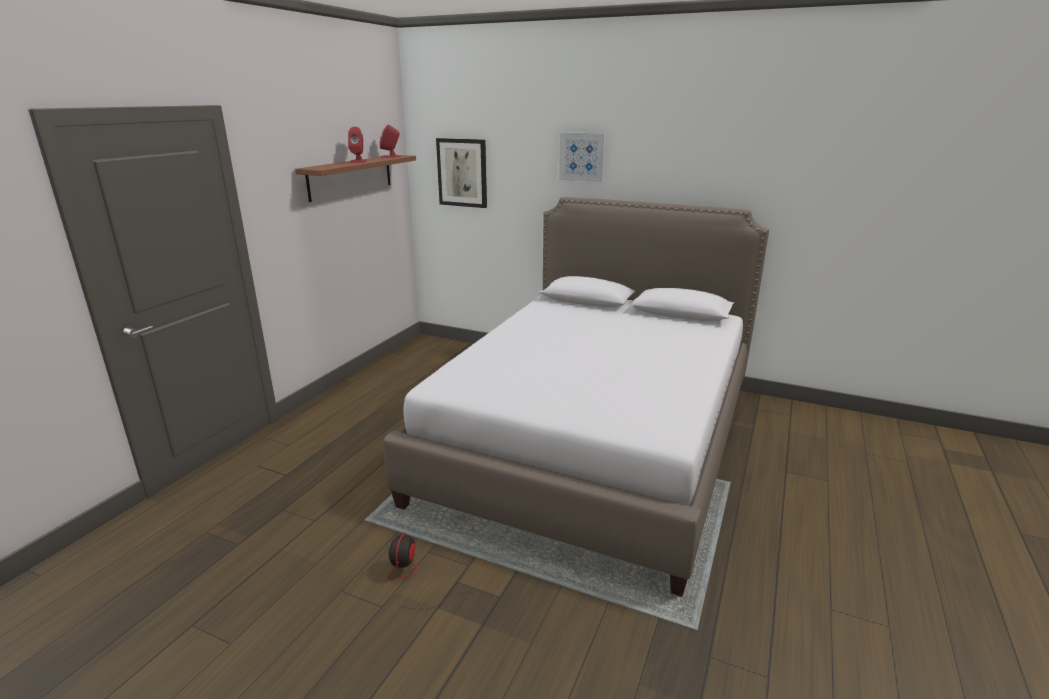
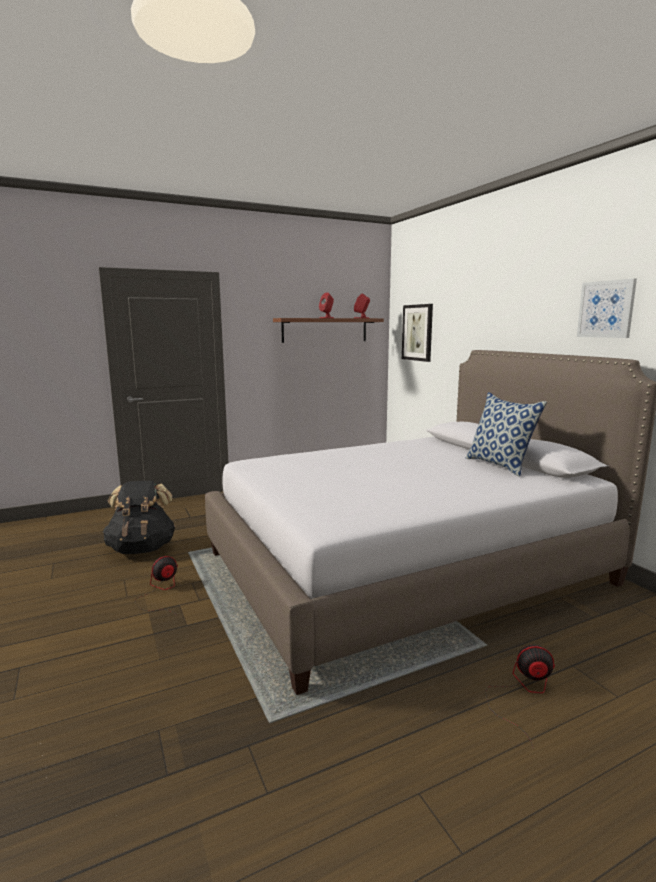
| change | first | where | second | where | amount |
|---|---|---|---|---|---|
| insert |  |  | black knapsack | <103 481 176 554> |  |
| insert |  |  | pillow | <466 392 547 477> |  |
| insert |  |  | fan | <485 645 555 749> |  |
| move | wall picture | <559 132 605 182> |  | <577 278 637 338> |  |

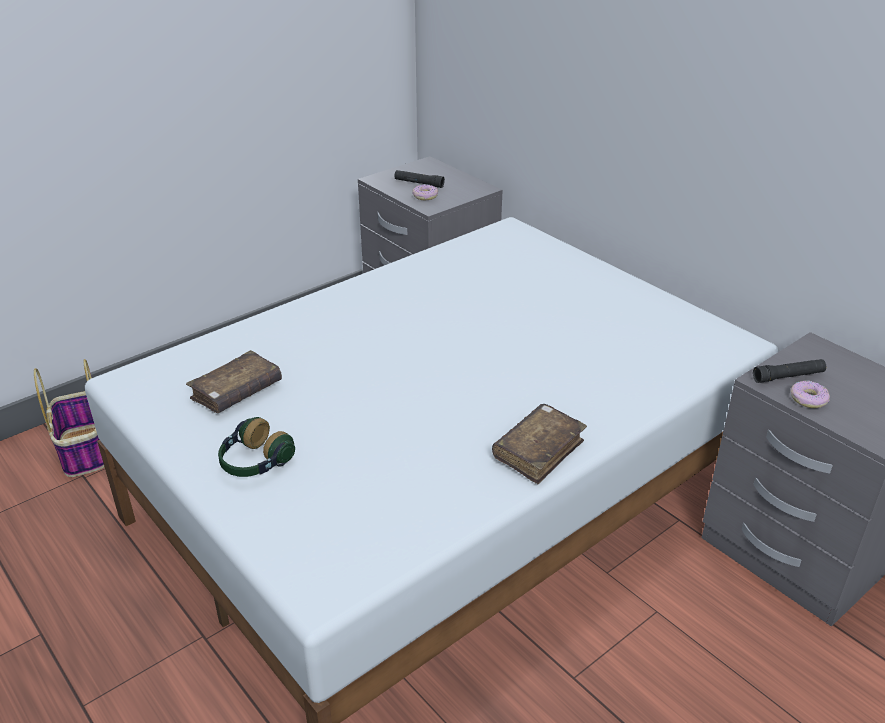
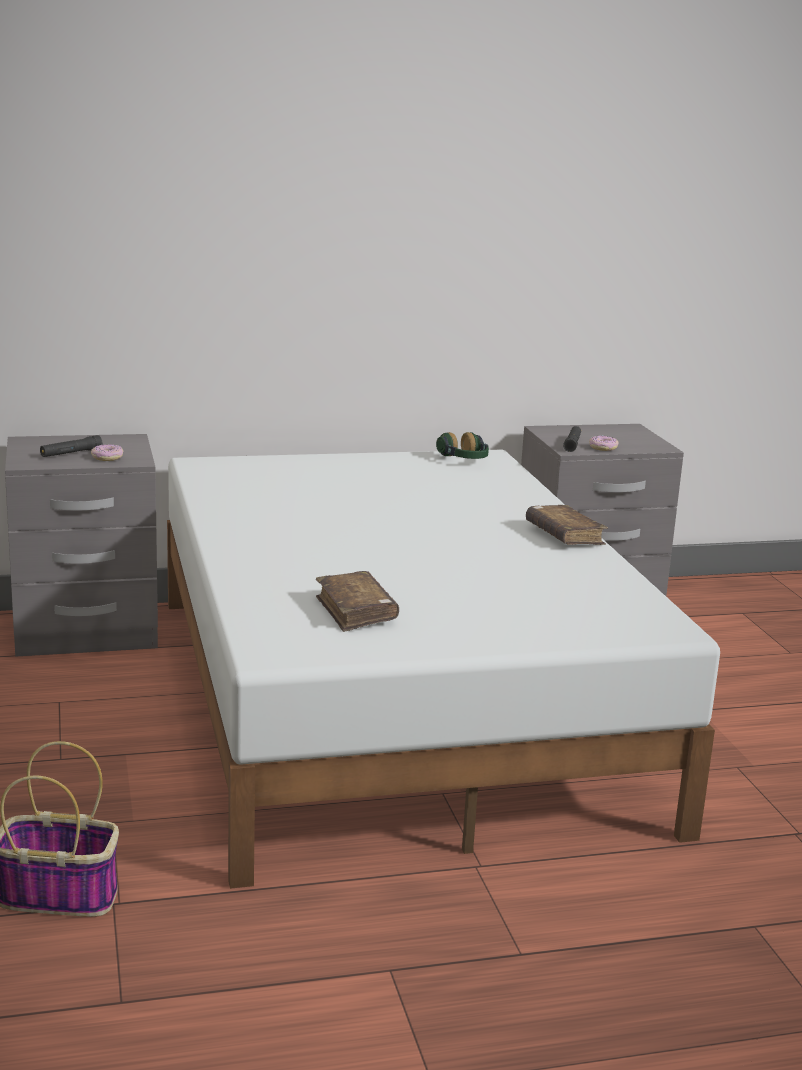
| change | first | where | second | where | amount |
|---|---|---|---|---|---|
| move | headset | <218 417 295 477> |  | <436 432 489 459> |  |

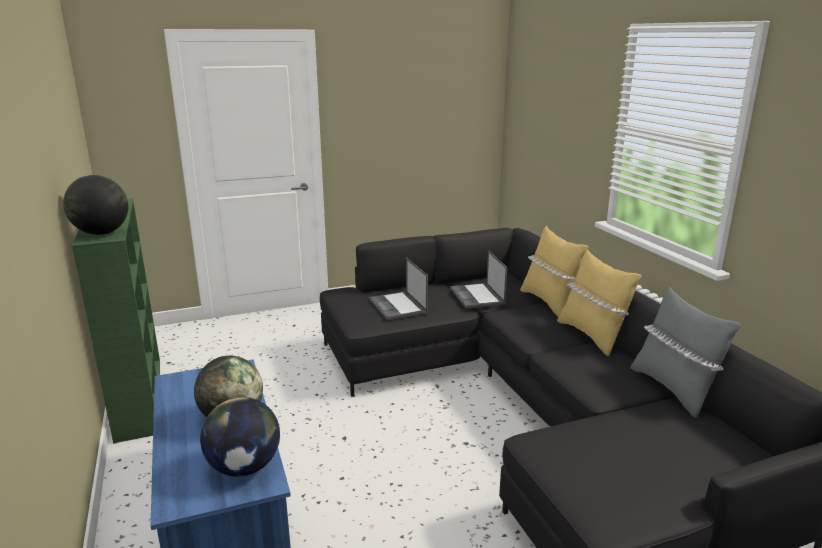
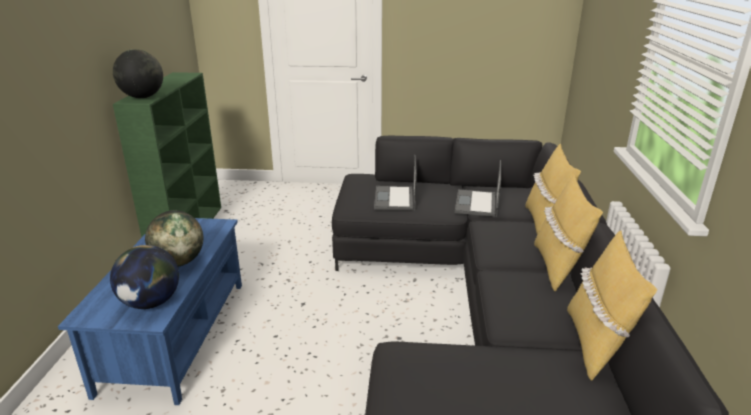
| change | first | where | second | where | amount |
|---|---|---|---|---|---|
| recolor | greyish pillow | <630 287 741 418> | yellow-coloured pillow | <567 231 657 381> |  |

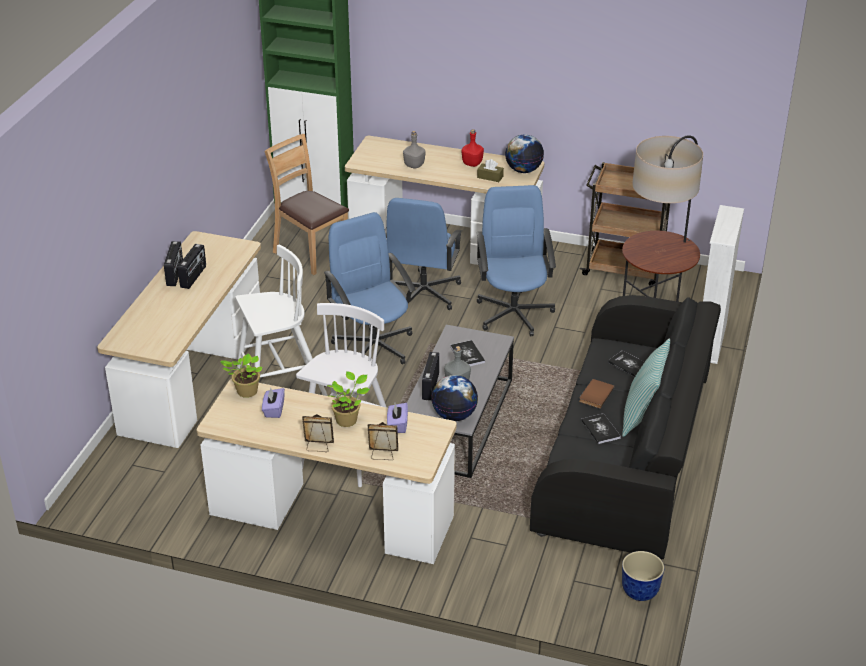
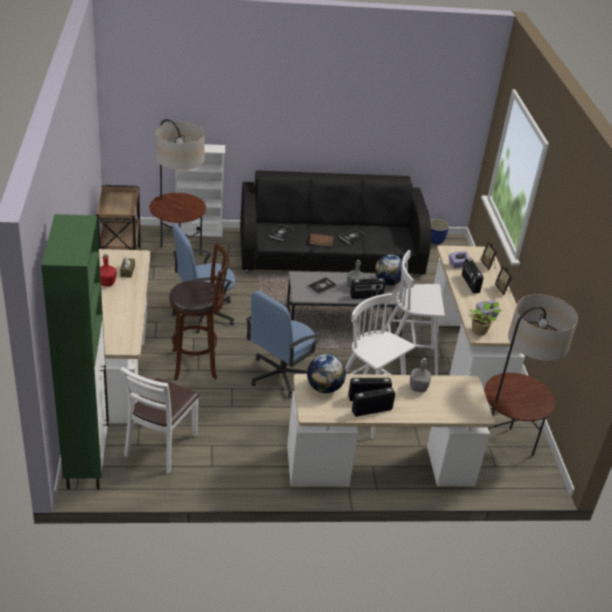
| change | first | where | second | where | amount |
|---|---|---|---|---|---|
| delete | pillow | <622 339 670 437> |  |  |  |
| insert |  |  | standard lamp | <484 294 578 456> |  |
| move | greyish drink bottle | <403 131 426 169> |  | <410 358 431 392> |  |
| move | world globe | <505 135 544 173> |  | <307 354 346 393> |  |
| replace | plant in a pot | <327 371 370 427> | radio receiver | <462 258 484 293> |  |
| replace | bluish desk chair | <385 198 462 310> | brown sitting stool | <169 242 230 380> |  |
| recolor | brown plain chair | <264 134 349 275> | white-coloured plain chair | <120 367 200 474> |  |

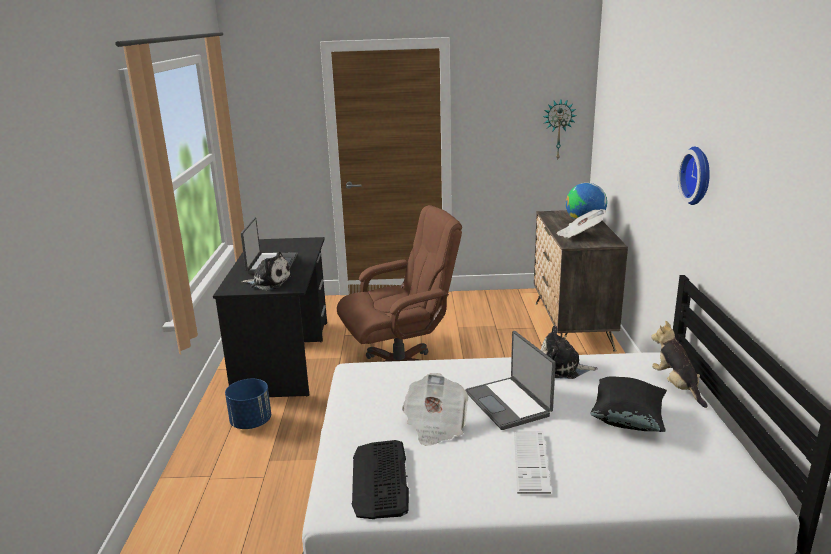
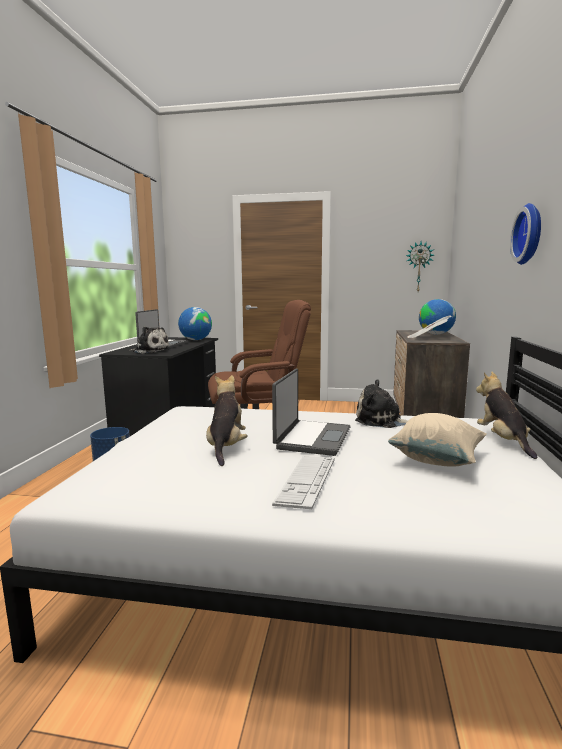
| change | first | where | second | where | amount |
|---|---|---|---|---|---|
| delete | keyboard | <351 440 409 519> |  |  |  |
| insert |  |  | world globe | <178 307 212 340> |  |
| replace | daily paper | <402 373 469 446> | plush toy | <206 375 248 466> |  |
| recolor | black pillow | <590 376 667 432> | beige pillow | <388 413 487 467> |  |
| rotate | portable computer | <465 331 556 430> |  | <272 369 351 456> | 150 degrees counterclockwise |

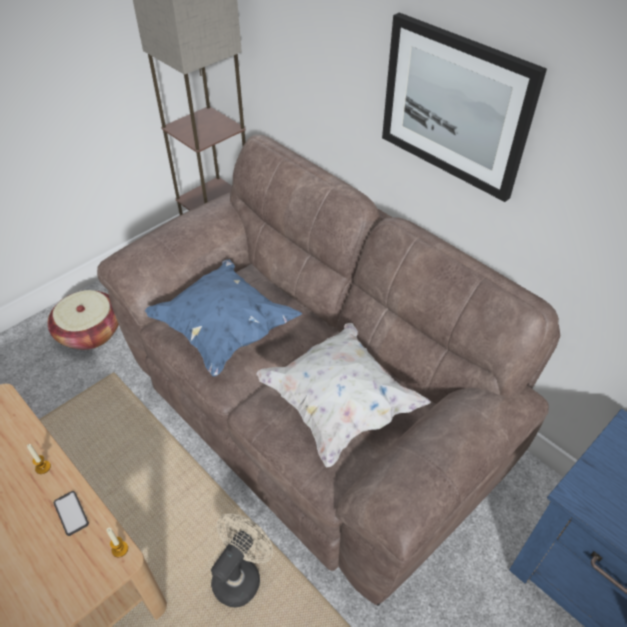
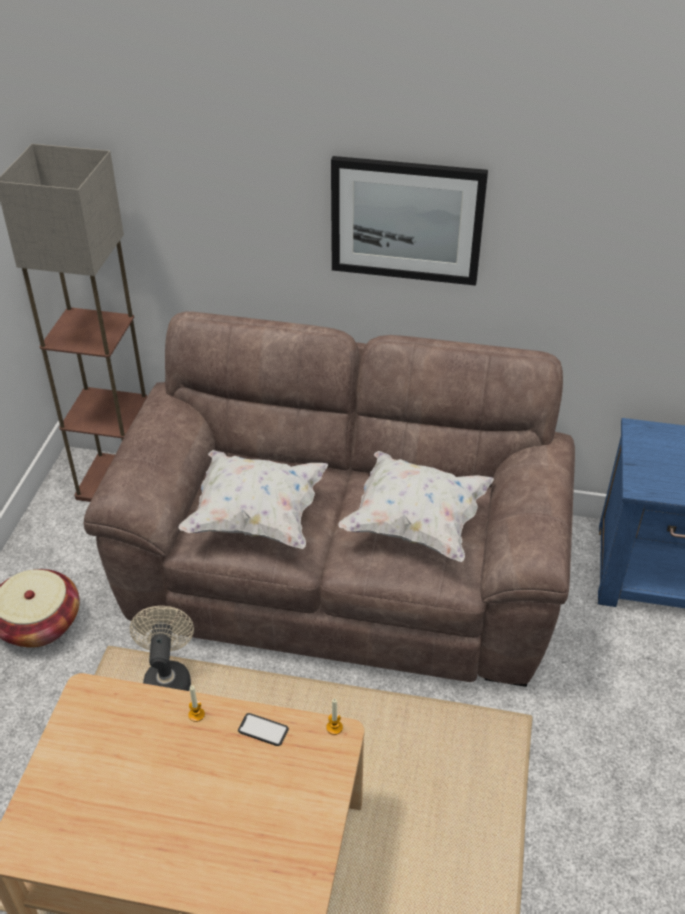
| change | first | where | second | where | amount |
|---|---|---|---|---|---|
| move | beige fan | <211 513 273 608> |  | <130 606 194 691> |  |
| recolor | bluish pillow | <145 260 302 377> | white-coloured pillow | <178 450 328 549> |  |

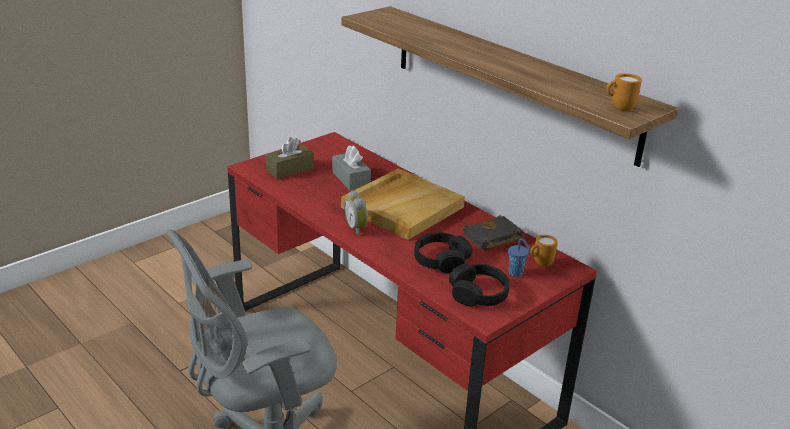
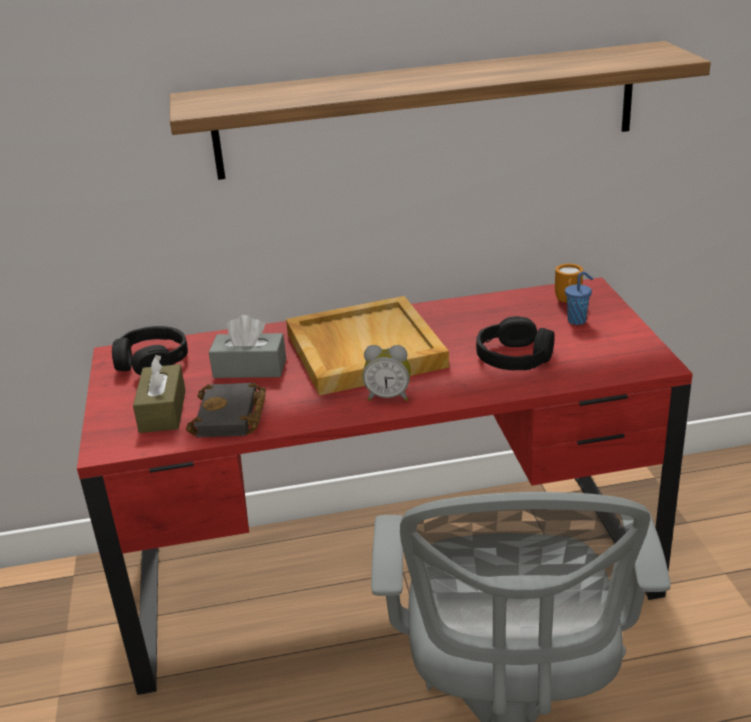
| change | first | where | second | where | amount |
|---|---|---|---|---|---|
| delete | orange coffee mug | <606 73 642 111> |  |  |  |
| move | black headset | <449 263 510 307> |  | <112 326 188 376> |  |
| move | black volume | <462 215 525 251> |  | <186 383 266 437> |  |

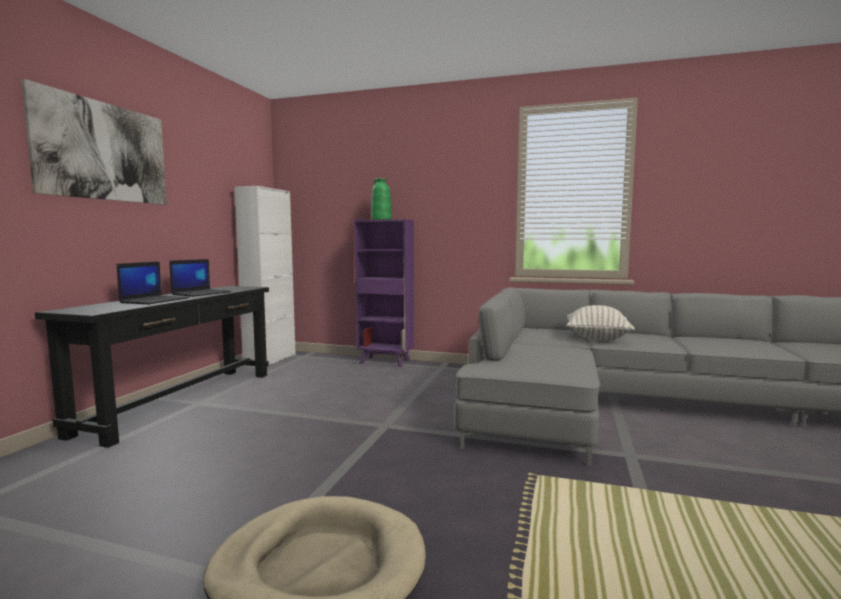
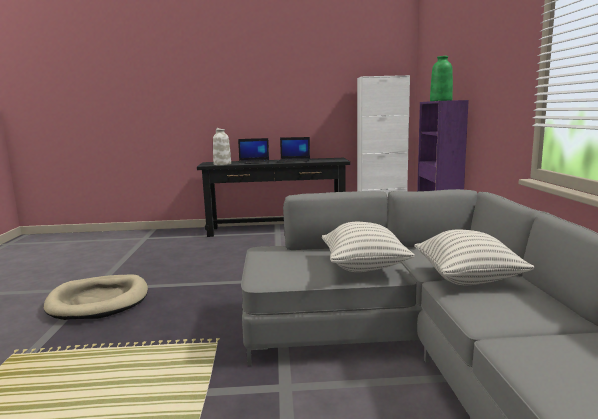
| change | first | where | second | where | amount |
|---|---|---|---|---|---|
| delete | wall picture | <21 79 167 205> |  |  |  |
| insert |  |  | white-coloured decorative vase | <213 128 231 165> |  |
| insert |  |  | pillow | <322 222 415 272> |  |

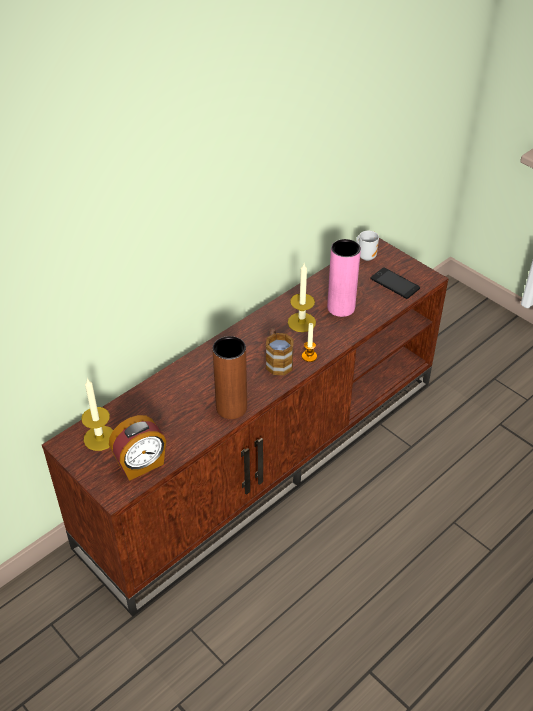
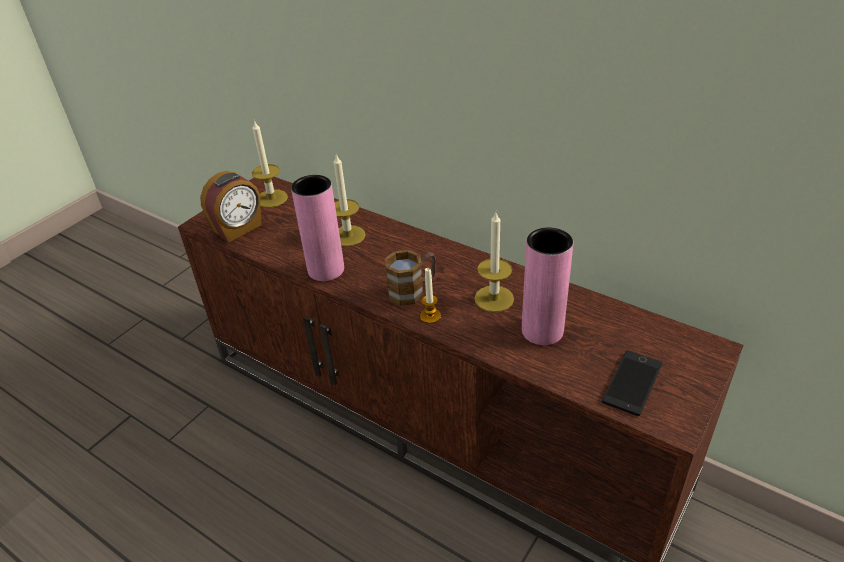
| change | first | where | second | where | amount |
|---|---|---|---|---|---|
| delete | coffee mug | <356 231 379 261> |  |  |  |
| insert |  |  | wax candle | <334 153 366 247> |  |
| recolor | brown decorative vase | <212 336 247 419> | pink decorative vase | <291 175 344 281> |  |
| rotate | table clock | <109 415 166 481> |  | <200 171 262 242> | 90 degrees counterclockwise |

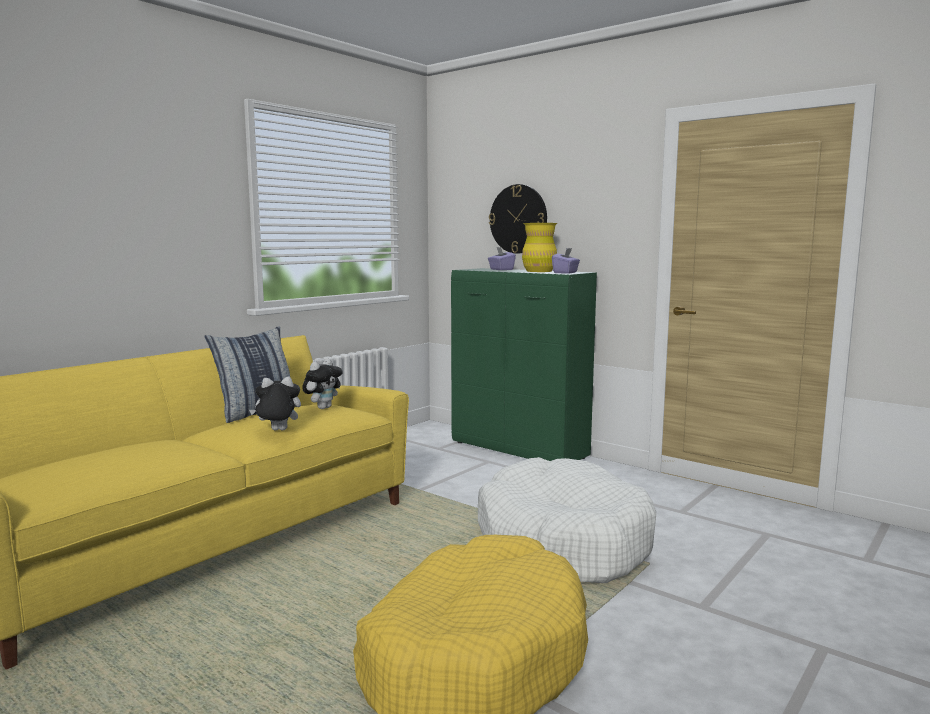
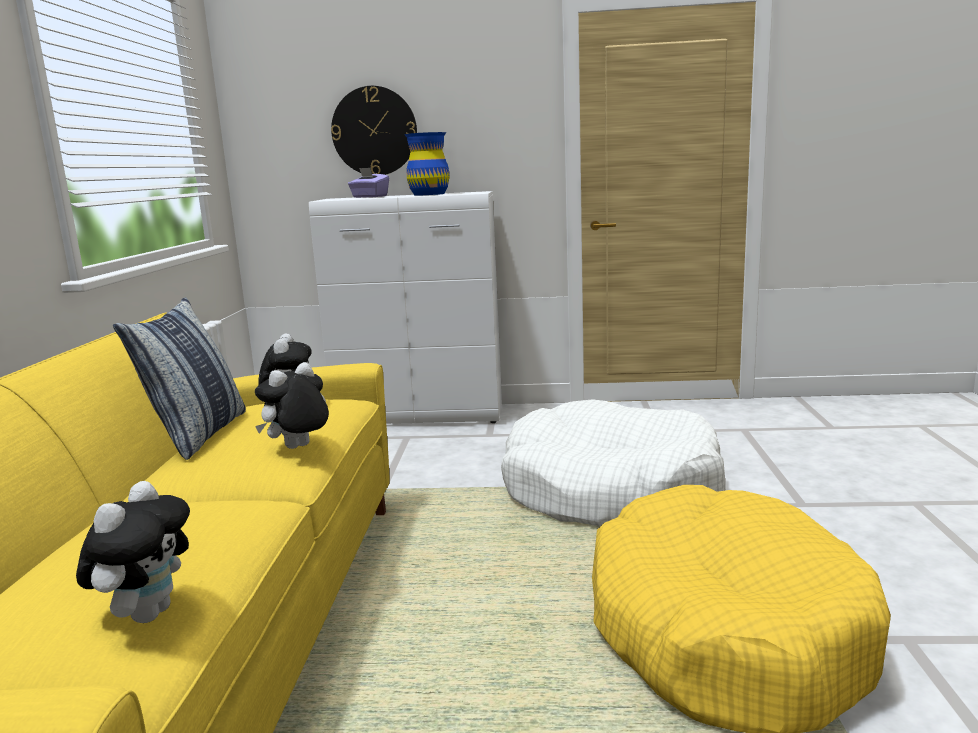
| change | first | where | second | where | amount |
|---|---|---|---|---|---|
| delete | purple box of tissues | <552 248 580 274> |  |  |  |
| insert |  |  | plush toy | <76 481 190 623> |  |
| recolor | greenish cupboard | <451 268 597 461> | white-coloured cupboard | <309 191 502 424> |  |
| recolor | yellow-coloured decorative vase | <522 223 557 272> | bluish decorative vase | <404 132 450 196> |  |

